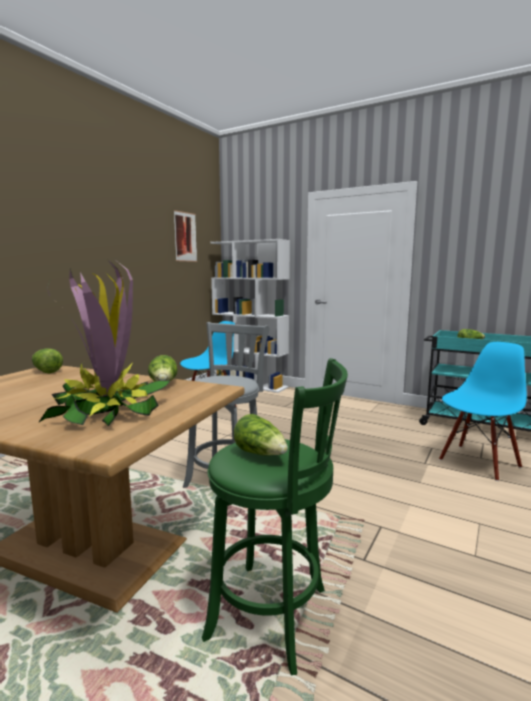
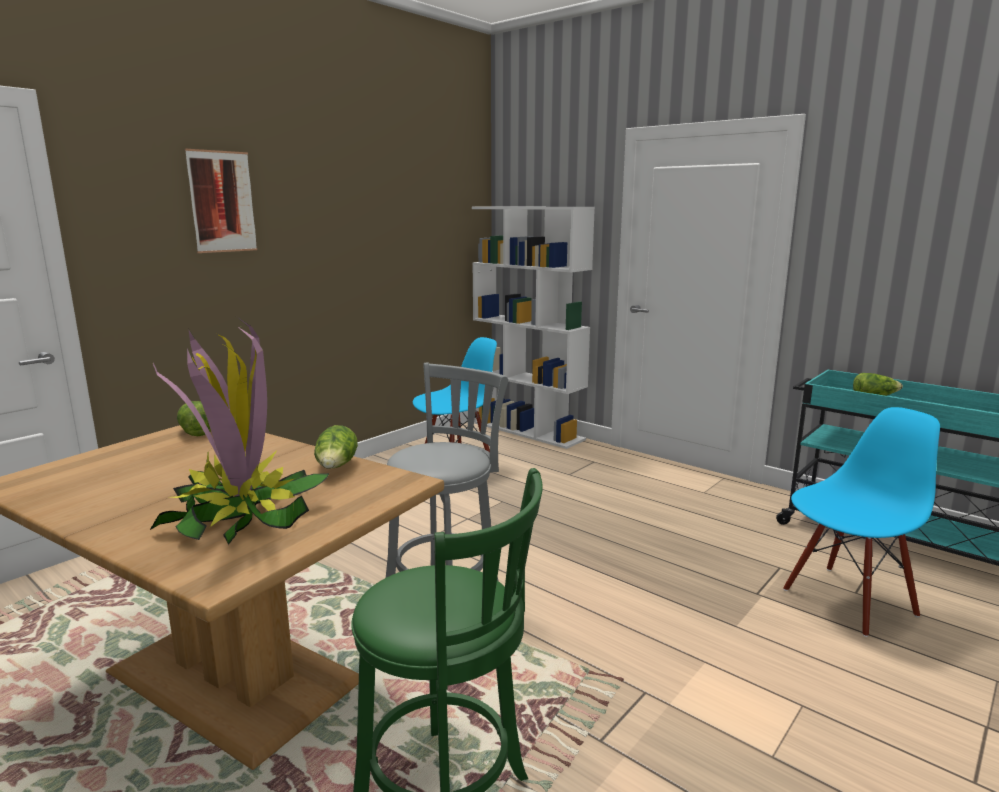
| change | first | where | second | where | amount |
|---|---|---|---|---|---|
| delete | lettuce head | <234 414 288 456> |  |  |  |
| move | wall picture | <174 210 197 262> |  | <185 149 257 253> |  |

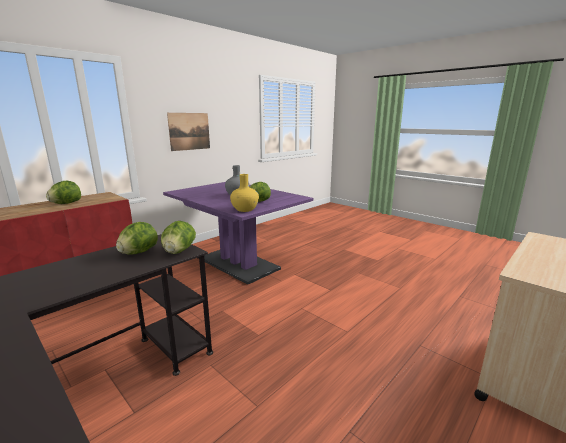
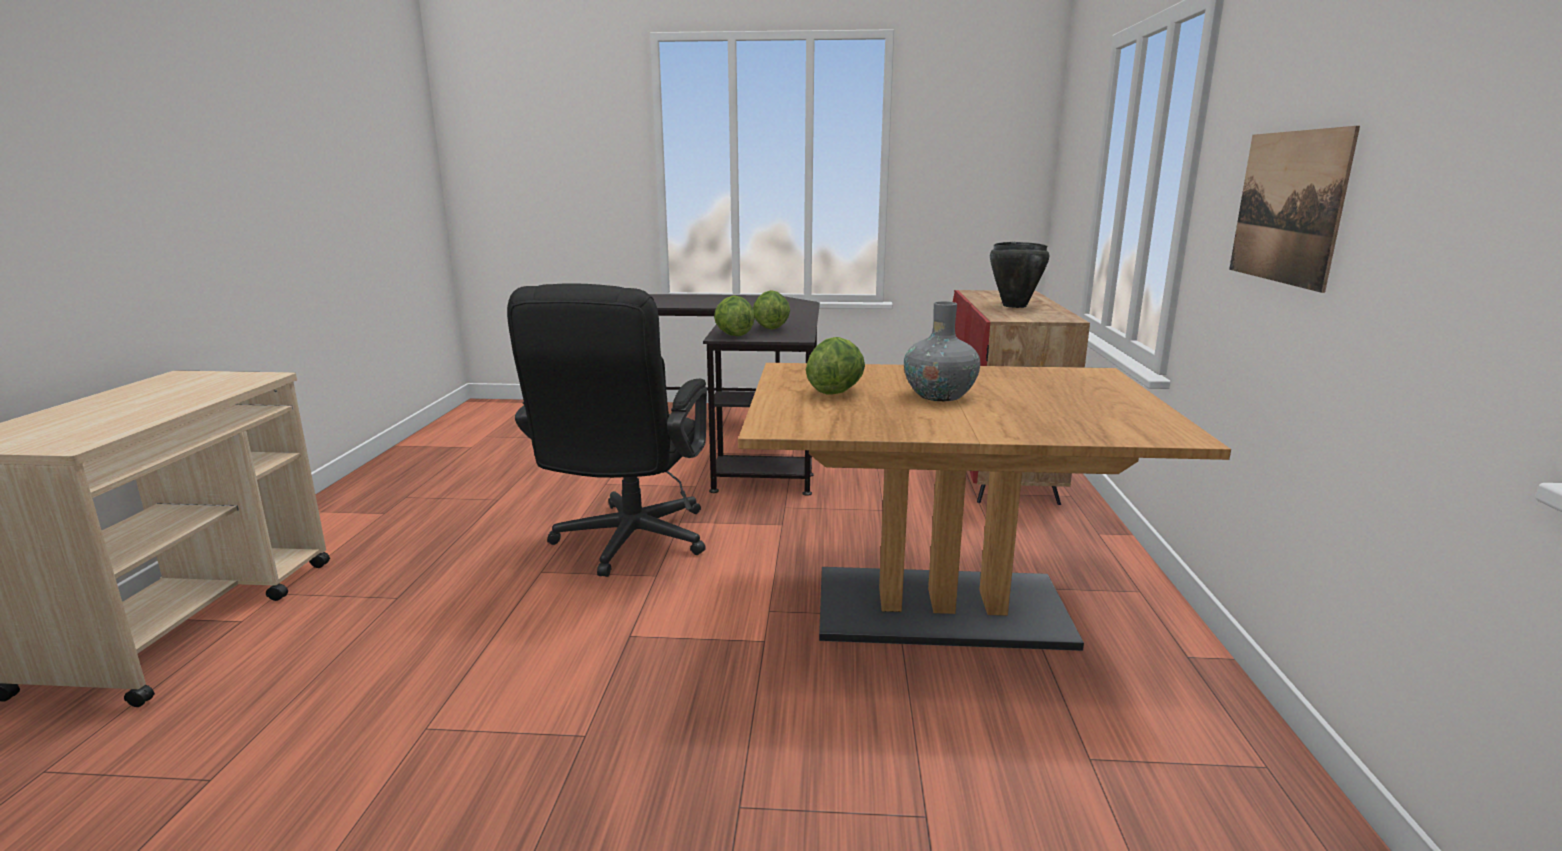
| change | first | where | second | where | amount |
|---|---|---|---|---|---|
| delete | yellow-coloured decorative vase | <230 174 259 212> |  |  |  |
| insert |  |  | black desk chair | <507 283 707 577> |  |
| replace | lettuce head | <46 181 81 204> | black stockpot | <990 242 1049 308> |  |
| recolor | purple dining table | <163 182 313 285> | brown dining table | <738 363 1231 651> |  |

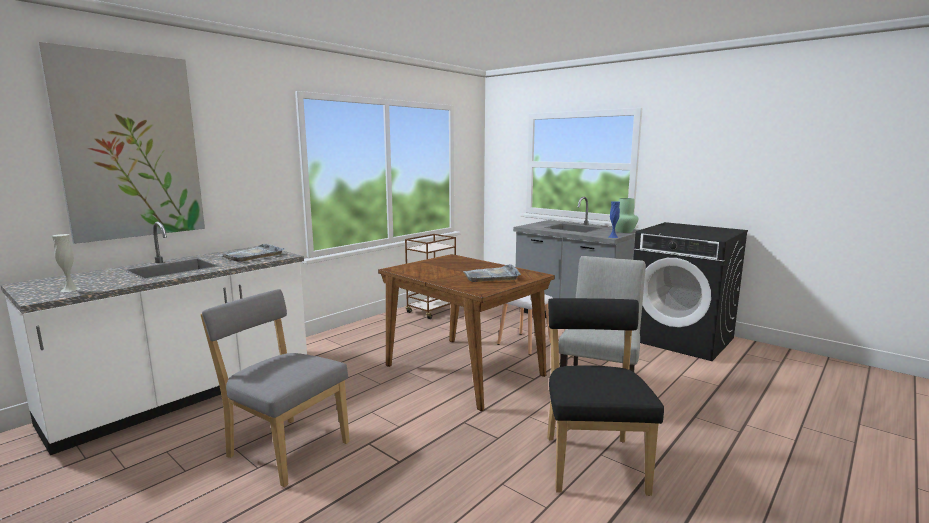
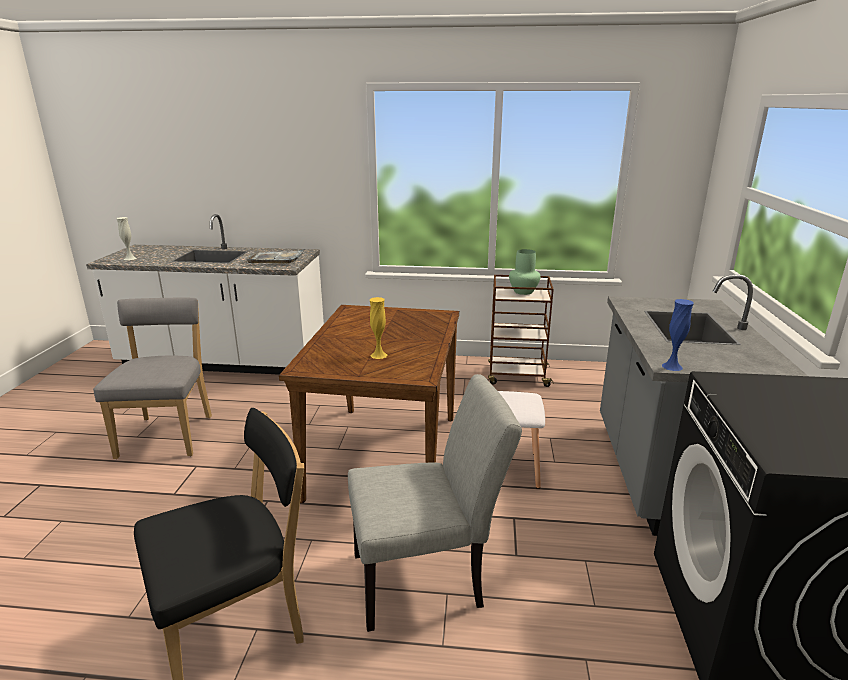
| change | first | where | second | where | amount |
|---|---|---|---|---|---|
| delete | wall picture | <38 42 205 244> |  |  |  |
| move | greenish decorative vase | <615 198 638 233> |  | <509 249 541 295> |  |
| replace | greyish tray | <463 264 521 282> | yellow-coloured decorative vase | <370 297 387 359> |  |

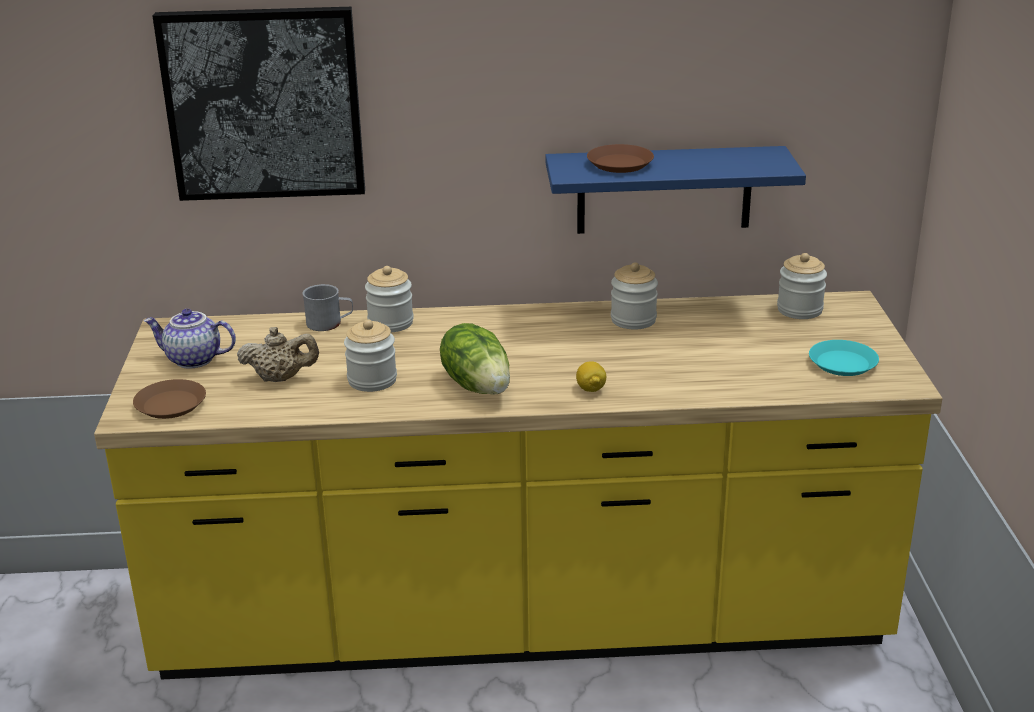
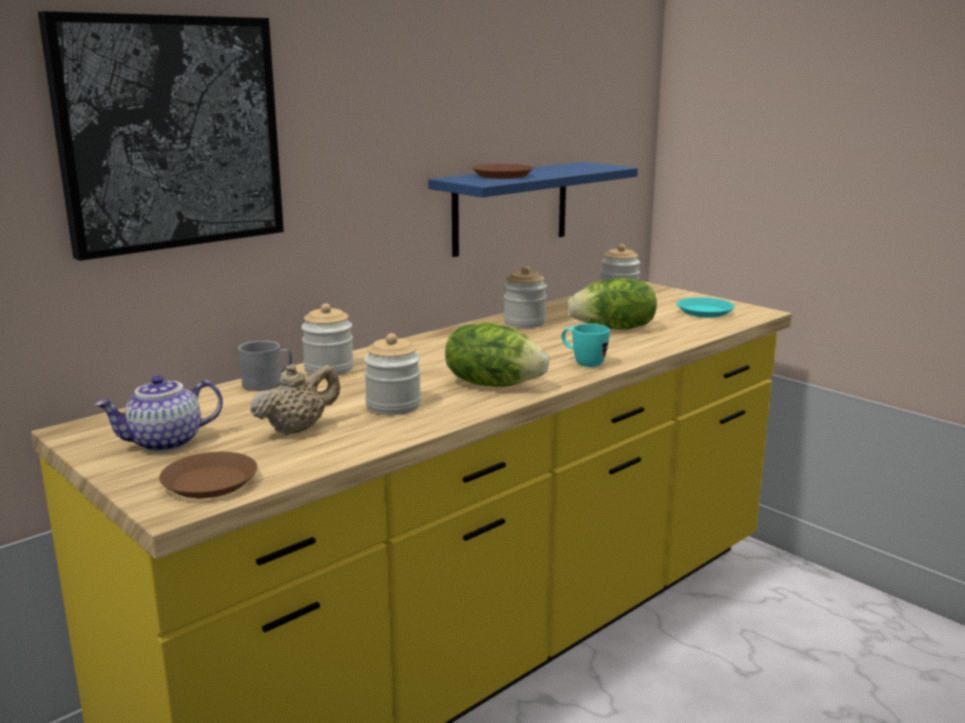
| change | first | where | second | where | amount |
|---|---|---|---|---|---|
| insert |  |  | lettuce head | <568 278 657 330> |  |
| replace | citrus fruit | <576 361 606 392> | turquoise coffee mug | <561 324 610 367> |  |

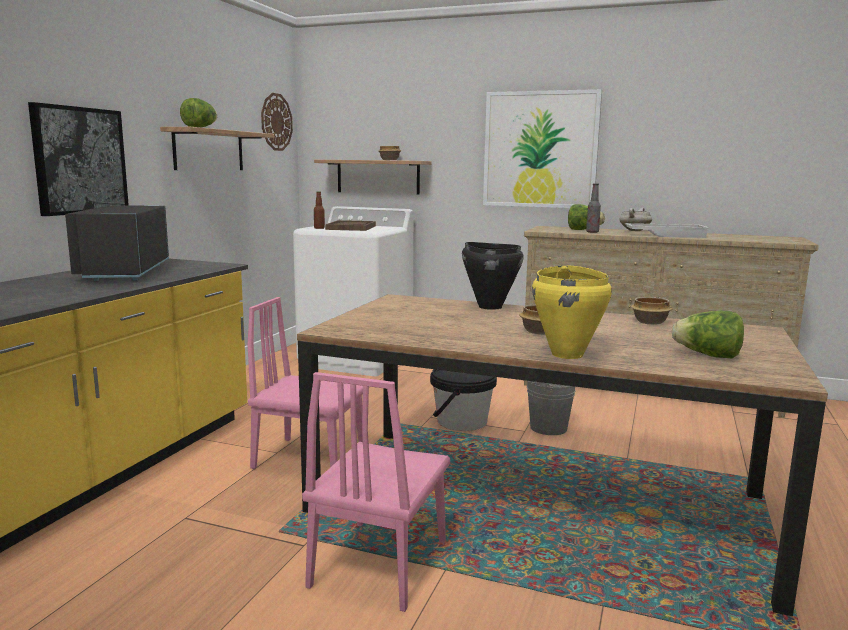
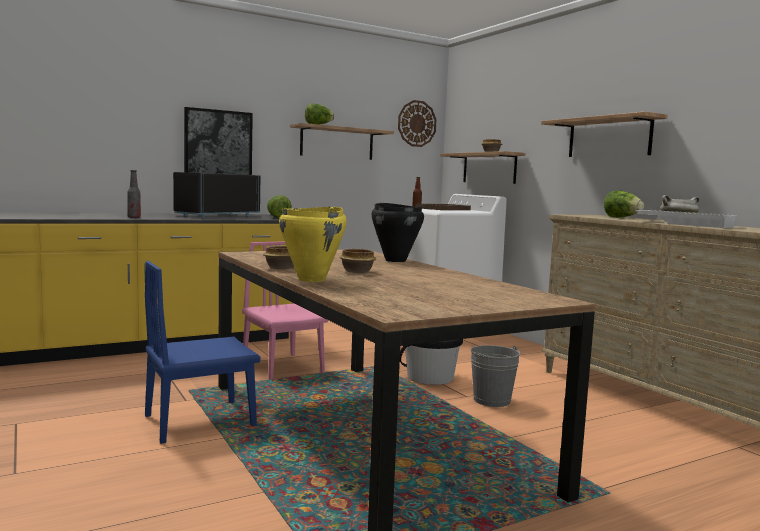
| change | first | where | second | where | amount |
|---|---|---|---|---|---|
| move | drink bottle | <586 183 601 233> |  | <127 170 141 218> |  |
| move | bowl | <631 297 673 325> |  | <263 246 294 269> |  |
| move | lettuce head | <672 310 744 358> |  | <267 195 292 218> |  |
| replace | wall picture | <483 89 602 208> | wall shelf | <541 111 668 157> |  |
| recolor | pink plain chair | <302 372 450 612> | bluish plain chair | <145 261 260 444> |  |

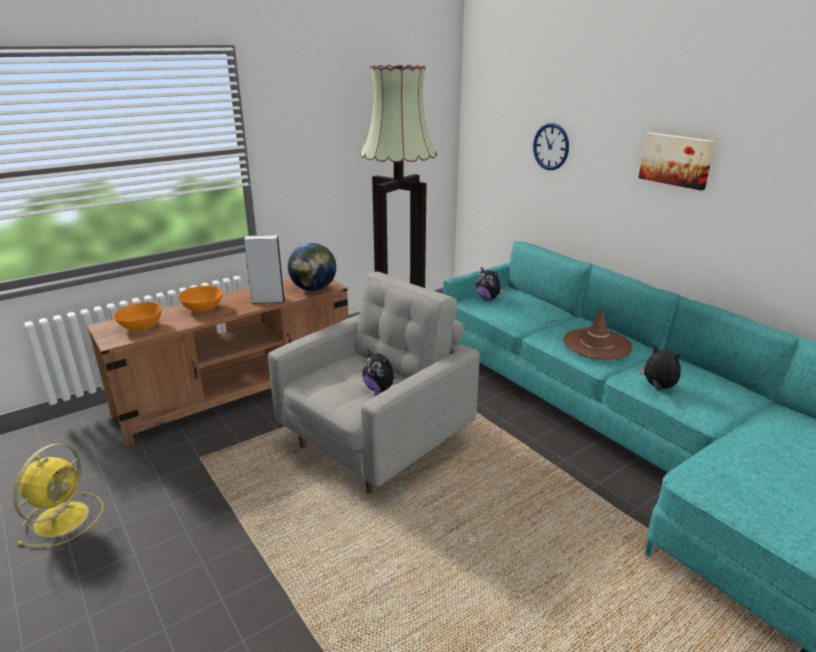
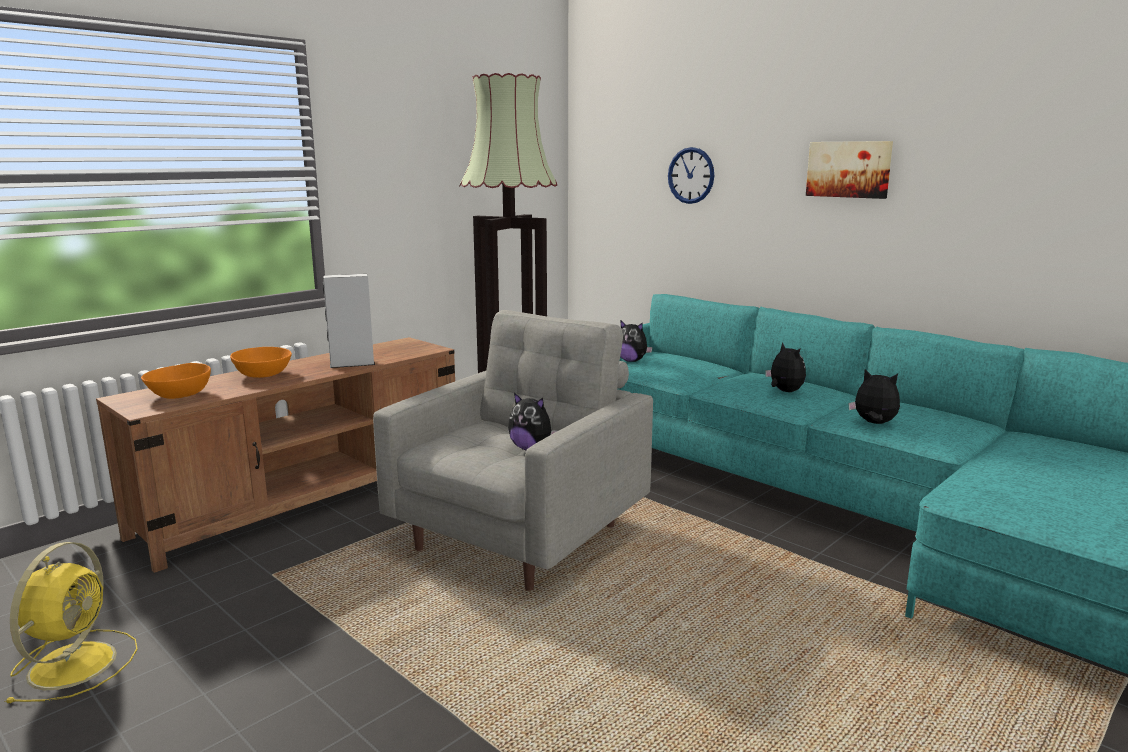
| change | first | where | second | where | amount |
|---|---|---|---|---|---|
| delete | world globe | <288 243 336 291> |  |  |  |
| replace | brown hat | <563 307 632 360> | plush toy | <765 342 806 392> |  |

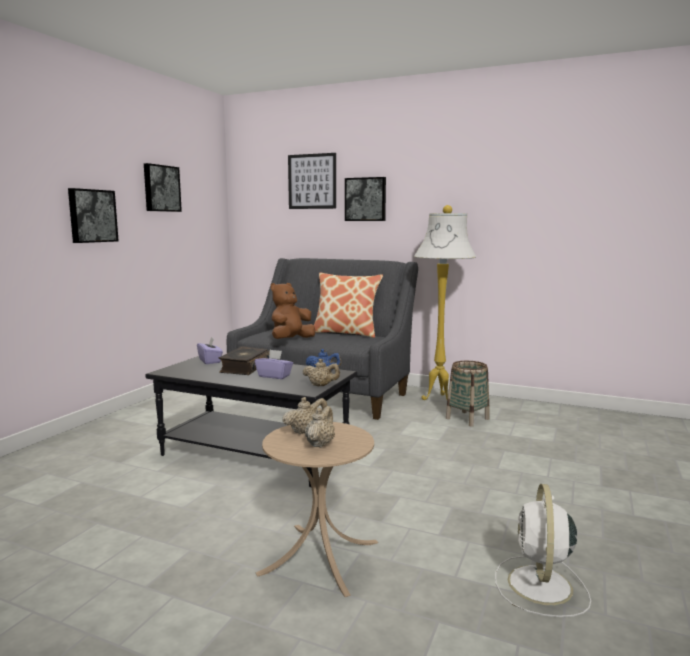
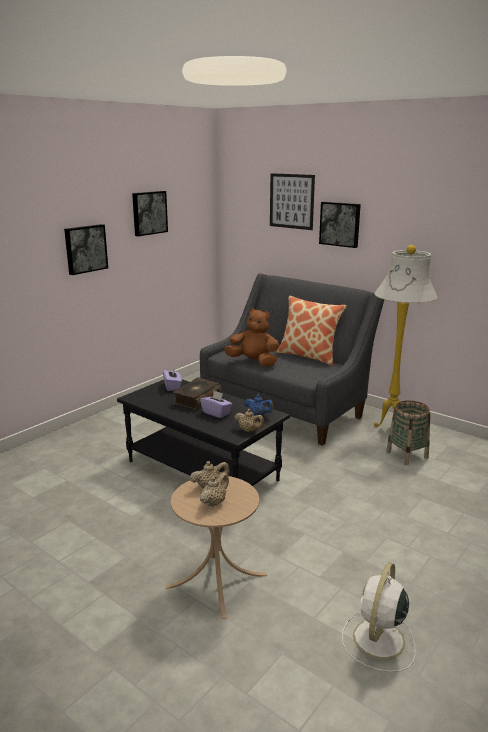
| change | first | where | second | where | amount |
|---|---|---|---|---|---|
| rotate | brown plush toy | <271 283 316 339> |  | <224 308 279 367> | 60 degrees clockwise |

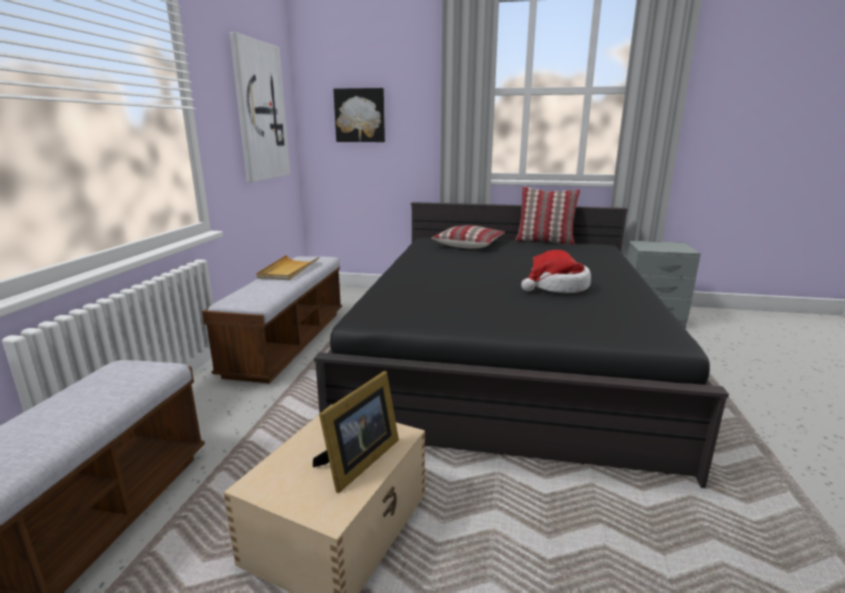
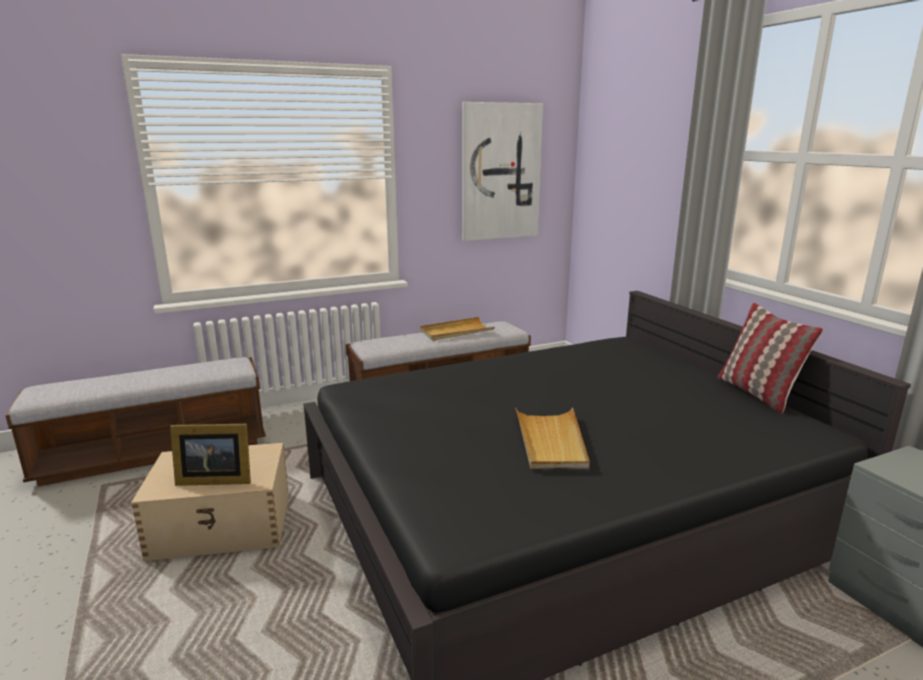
| change | first | where | second | where | amount |
|---|---|---|---|---|---|
| delete | wall picture | <333 88 385 142> |  |  |  |
| delete | pillow | <432 225 505 248> |  |  |  |
| replace | hat | <521 250 591 293> | beige tray | <515 407 590 469> |  |

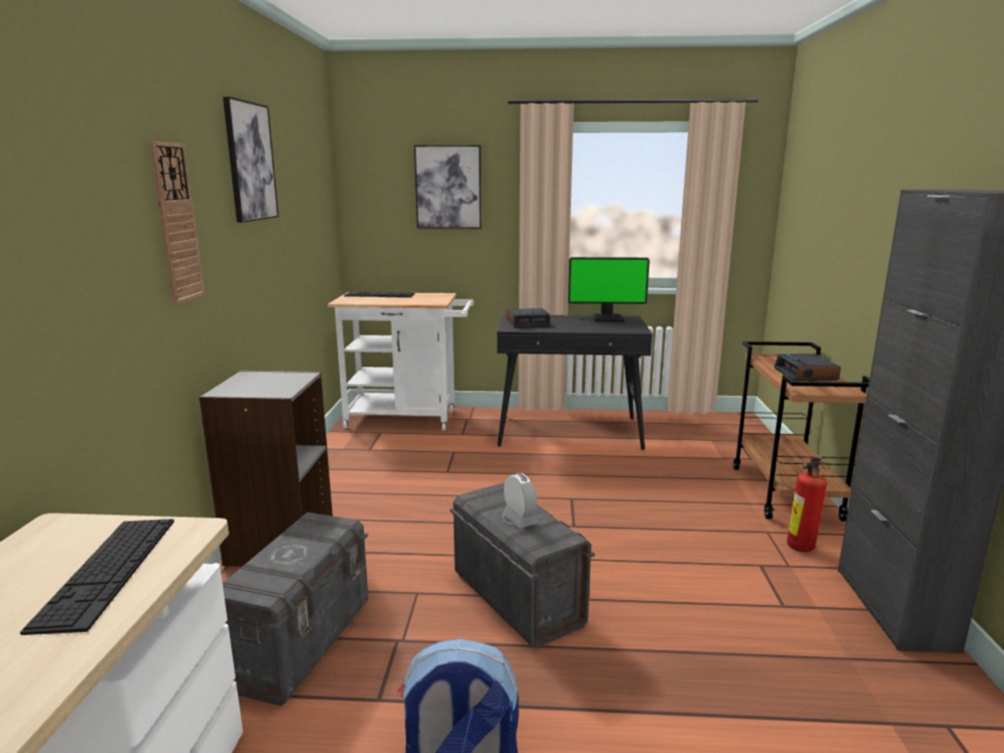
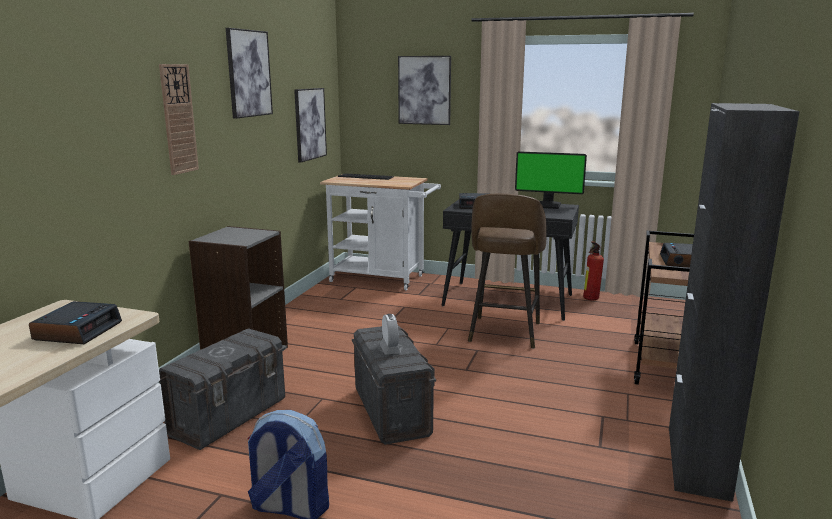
| change | first | where | second | where | amount |
|---|---|---|---|---|---|
| insert |  |  | wall picture | <294 88 327 163> |  |
| insert |  |  | brown sitting stool | <468 193 547 349> |  |
| move | fire extinguisher | <787 456 830 552> |  | <583 241 604 301> |  |
| replace | keyboard | <20 519 174 635> | table clock | <29 301 122 344> |  |

